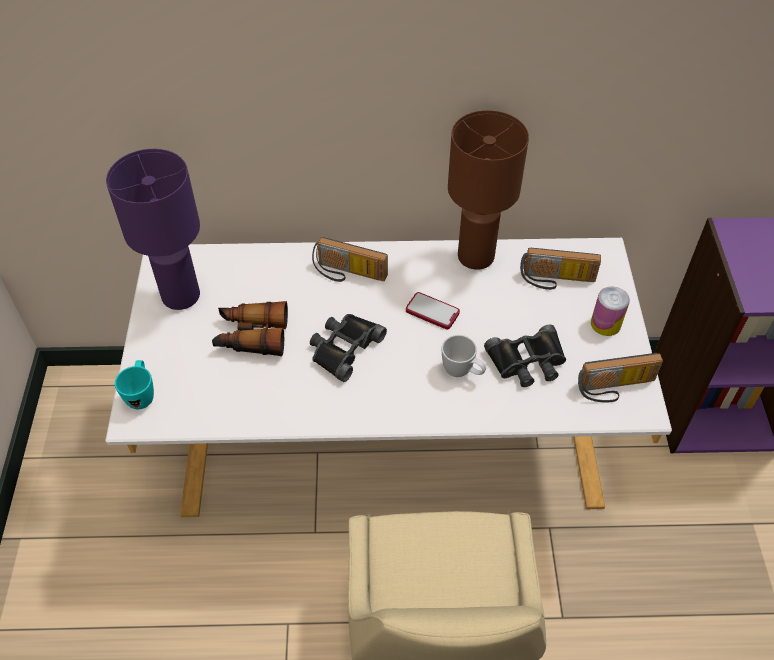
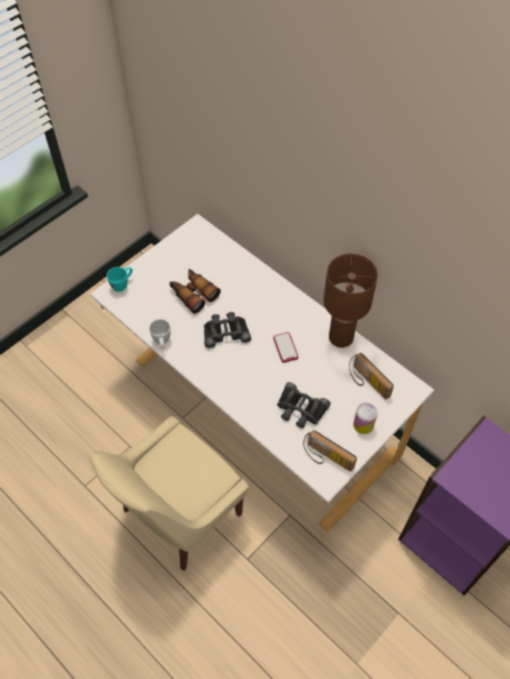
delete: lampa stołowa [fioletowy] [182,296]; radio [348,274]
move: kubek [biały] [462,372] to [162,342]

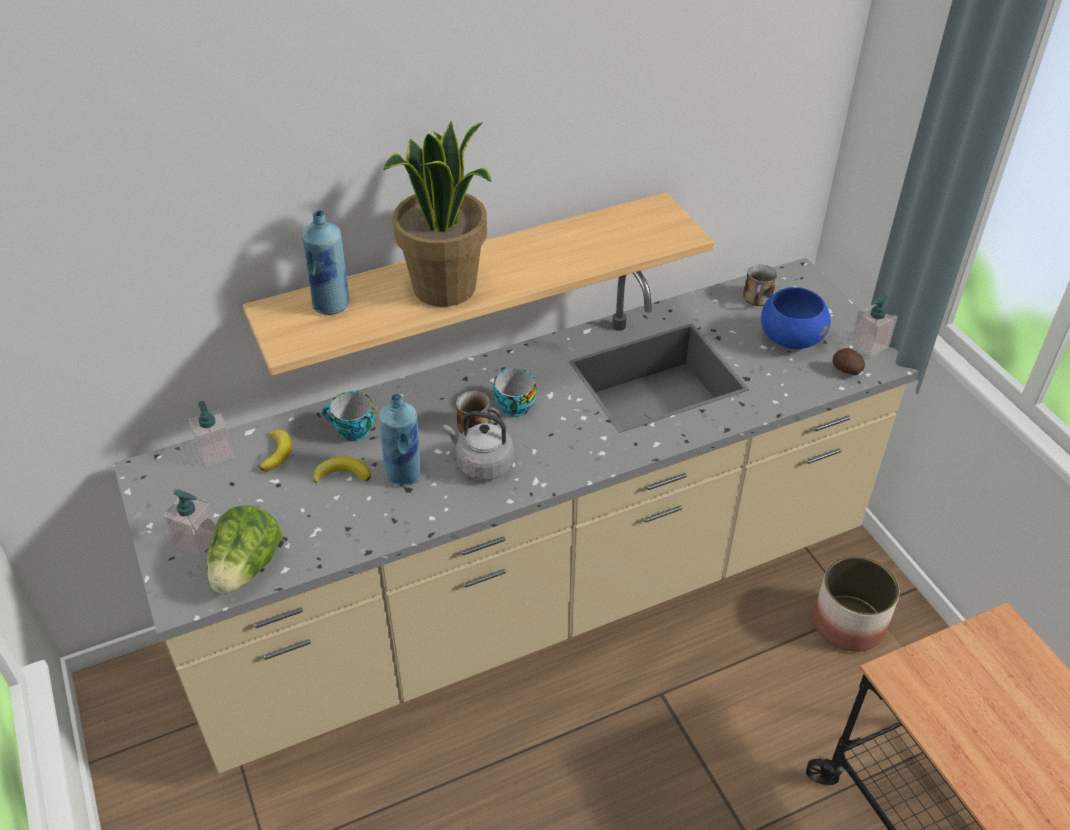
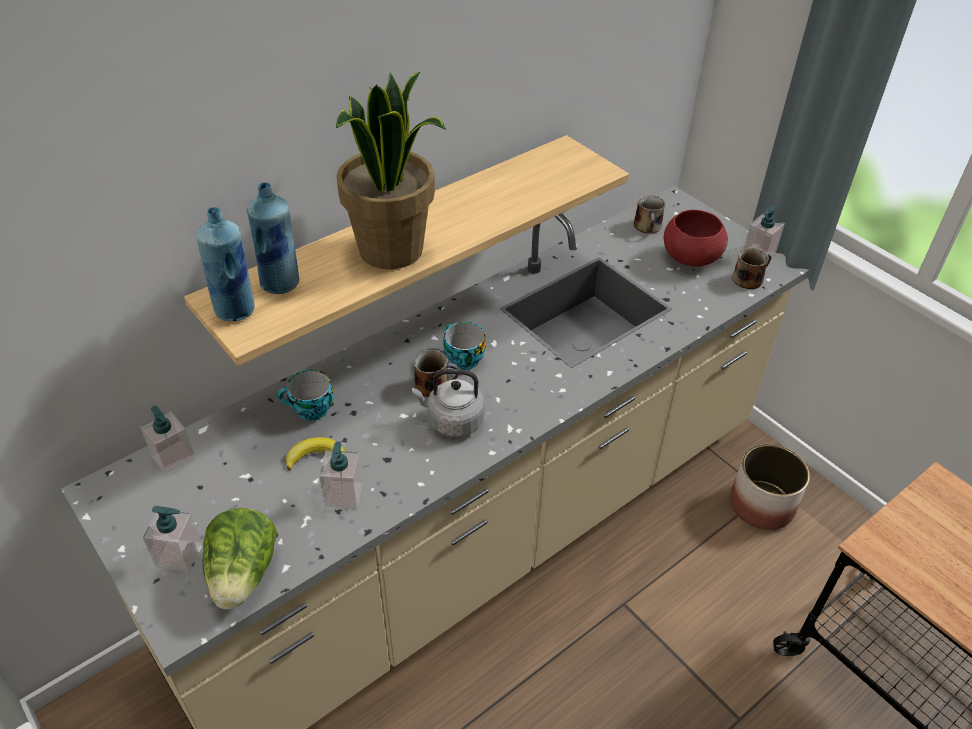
delete: banan [277,452]
insert: dozownik mydła [344,495]
move: butelka [niebieski] [404,474] to [236,310]
replace: ziemniak [846,370] to kubek [748,278]
recolor: miska [niebieski] [790,338] to miska [czerwony] [690,258]

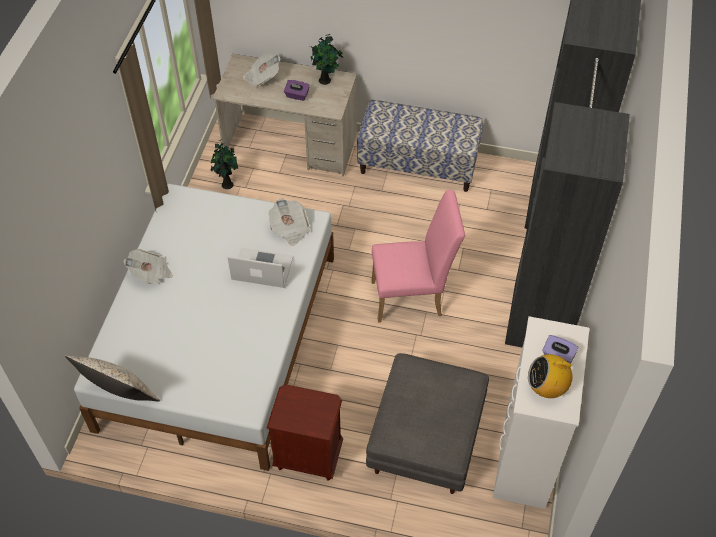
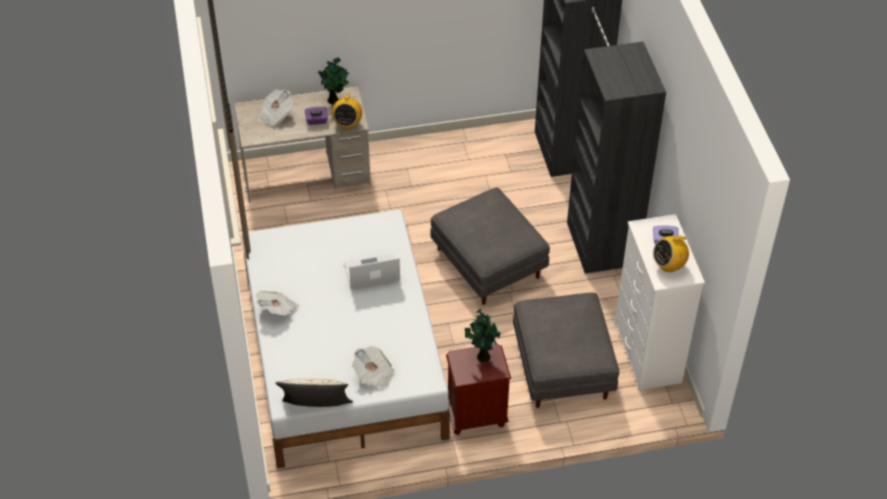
delete: ławka [418,165]
insert: radio [347,124]
move: roślina doniczkowa [226,184] to [482,356]; gazeta [289,229] to [374,375]
replace: krzesło [różowy] [412,298] to pufa [szary] [489,264]

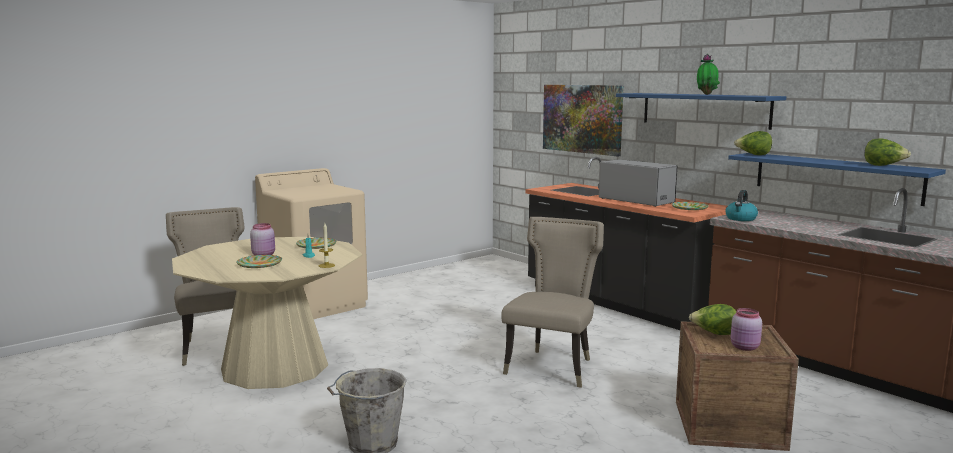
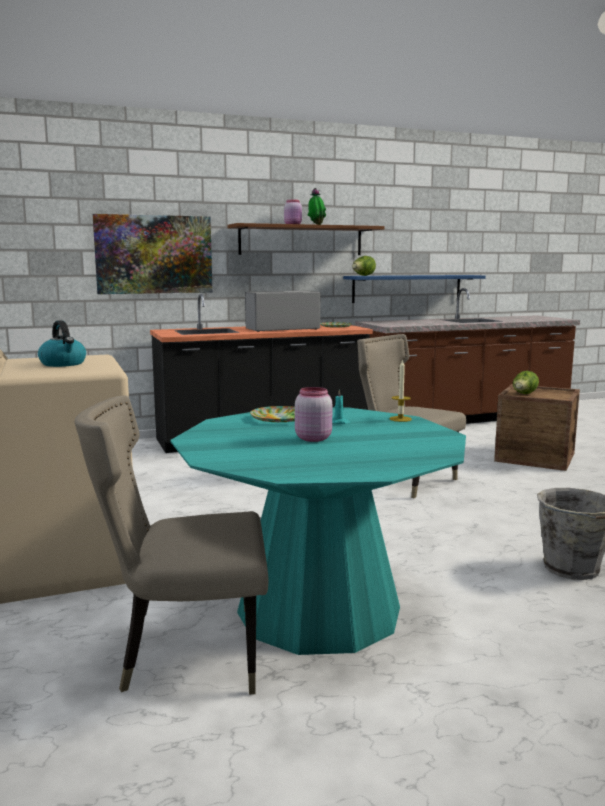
delete: sałata [883,166]; talerz [259,265]
move: czajnik [741,219] to [63,364]; słoik [różowy] [745,347] to [293,225]
recolor: półka [niebieski] [704,110] to półka [brązowy] [301,240]; stół jadalny [beżowy] [275,367] to stół jadalny [turkusowy] [319,609]

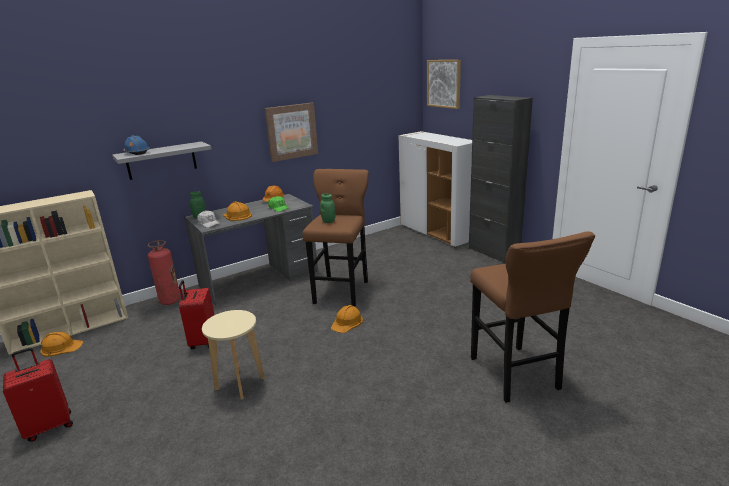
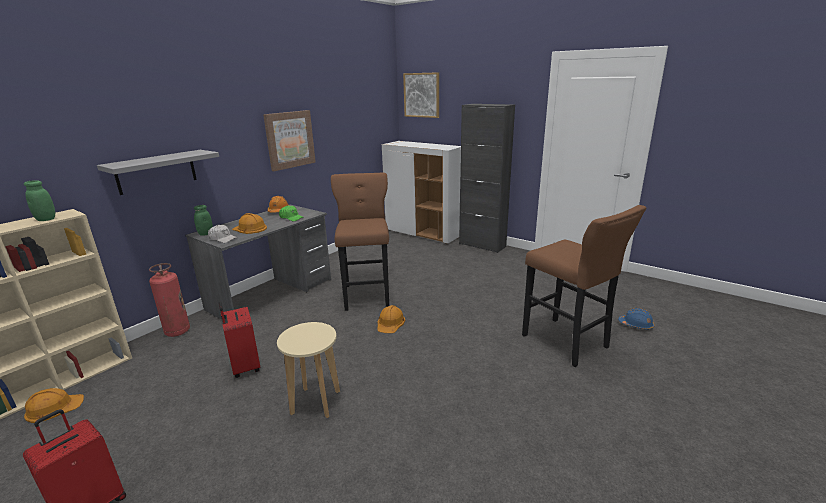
move: kask [niebieski] [137,153] to [636,325]; słoik [zielony] [328,221] to [46,219]

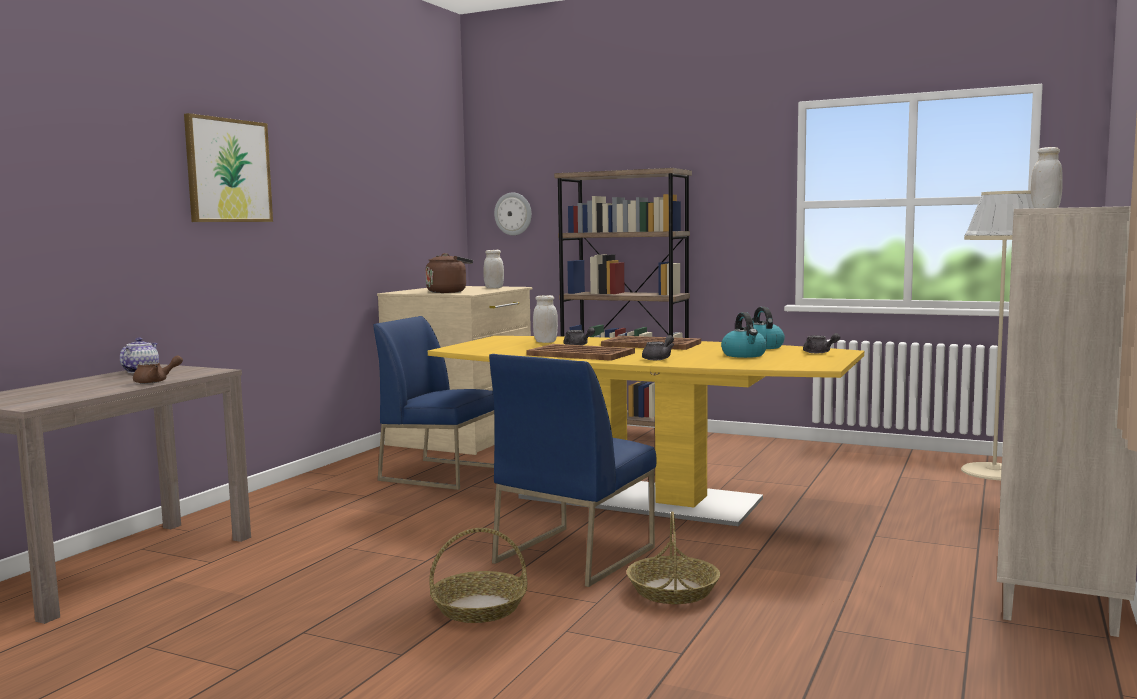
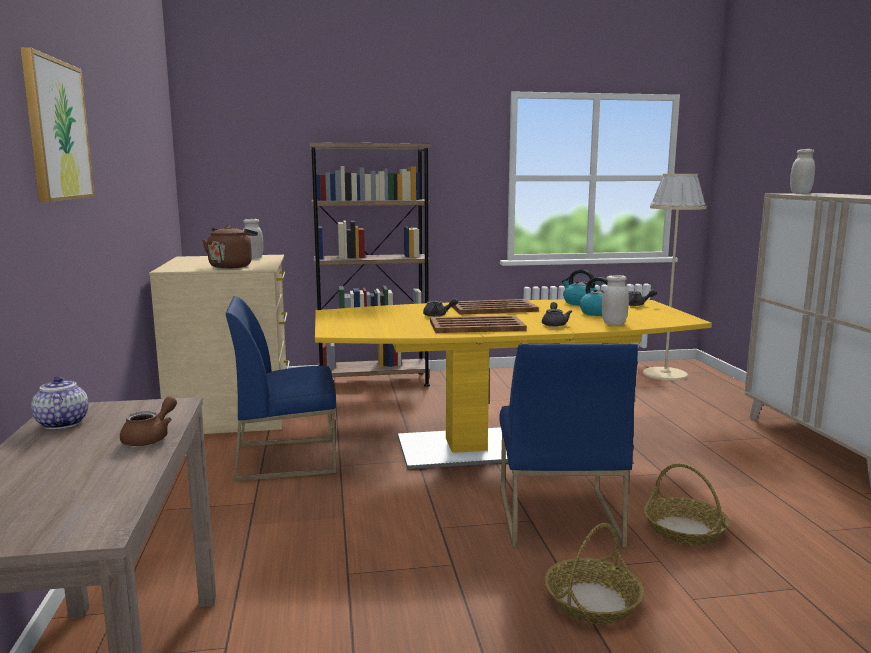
delete: zegar ścienny [513,214]
move: słoik [biały] [545,342] to [614,323]

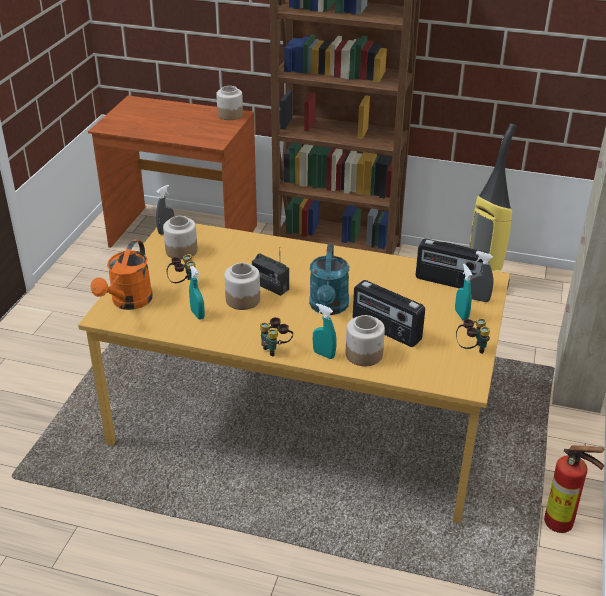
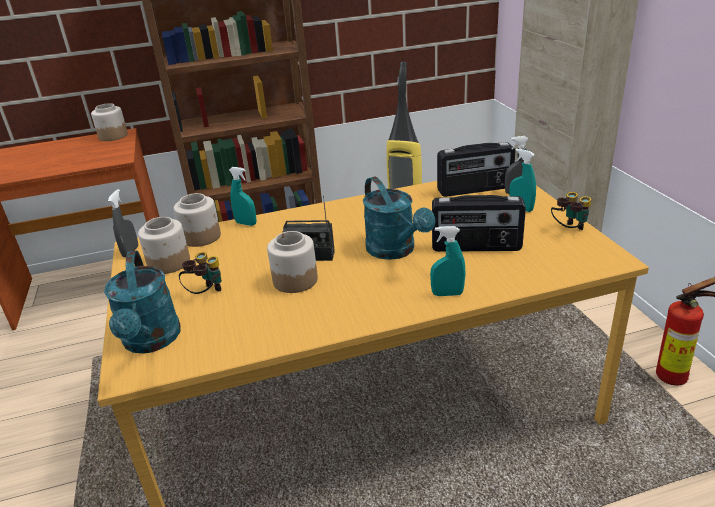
delete: lornetka [276,348]
move: spryskiwacz [turkusowy] [197,314] to [246,223]; słoik [364,354] to [201,237]
recolor: konewka [pomarańczowy] [128,302] to konewka [turkusowy] [151,341]

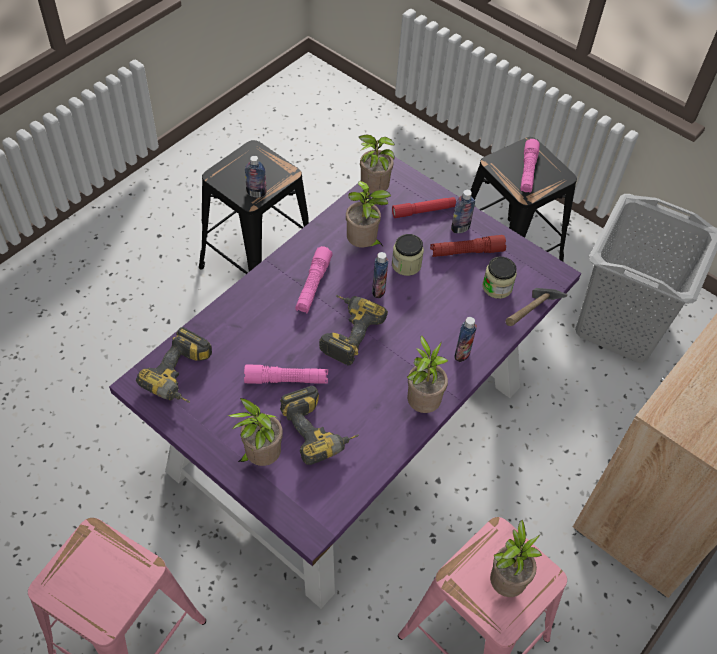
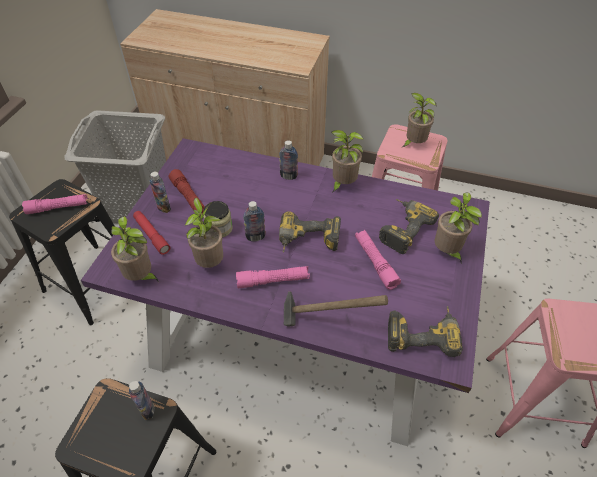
delete: słoik [497,287]
move: młotek [527,325] to [326,322]

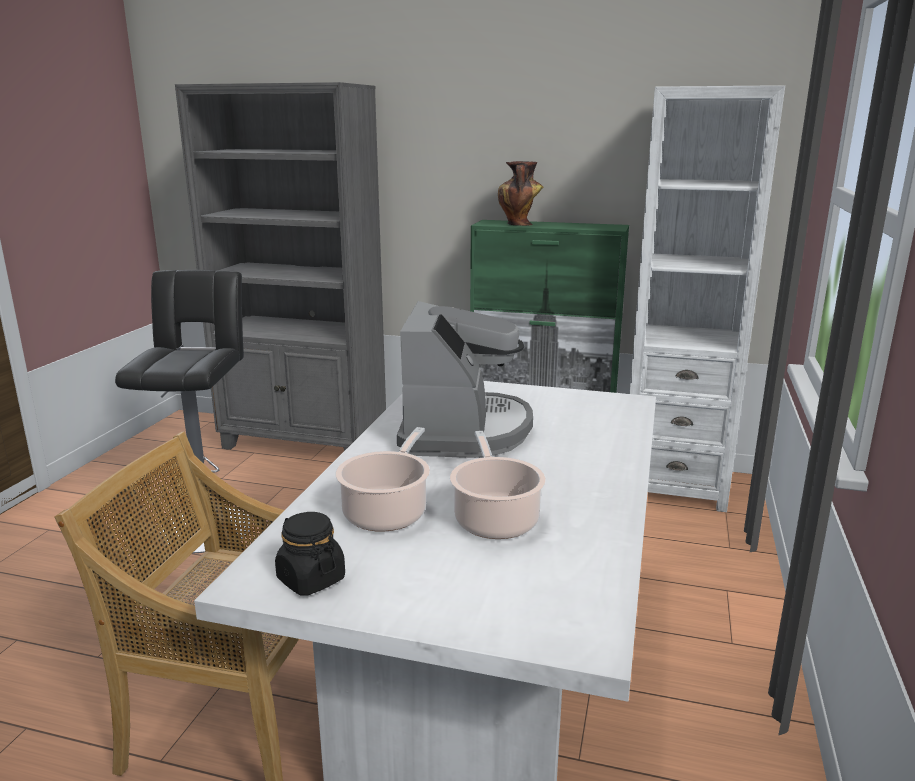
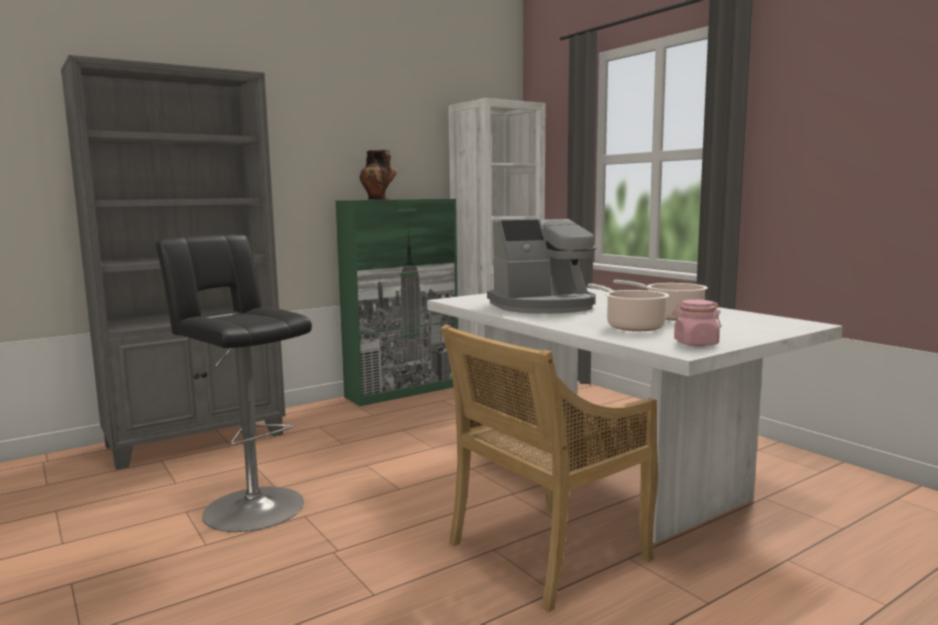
recolor: słoik [czarny] [311,579] to słoik [różowy] [695,343]
rotate: ekspres do kawy [464,430] = [544,306] 120 degrees clockwise

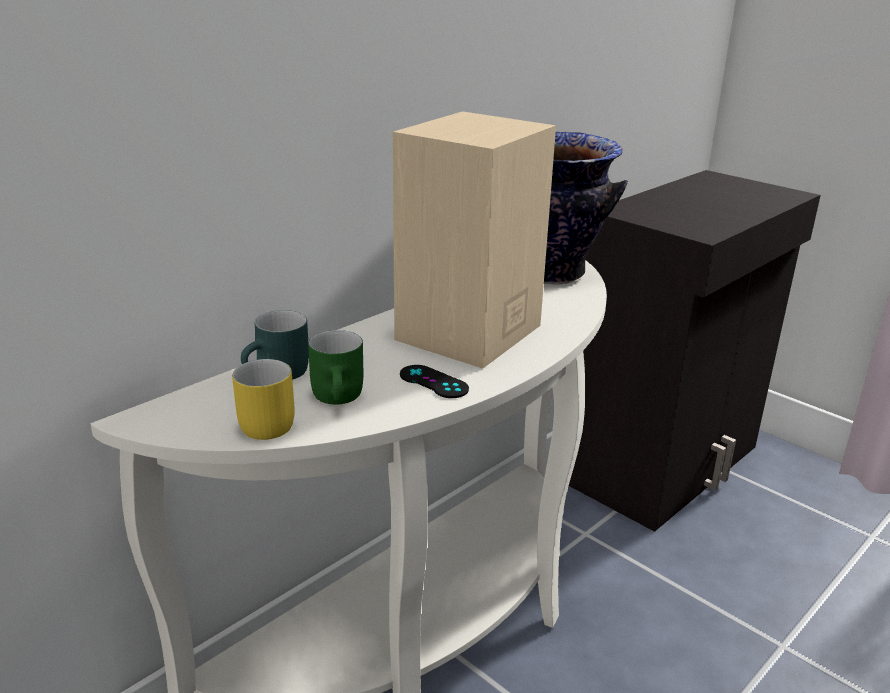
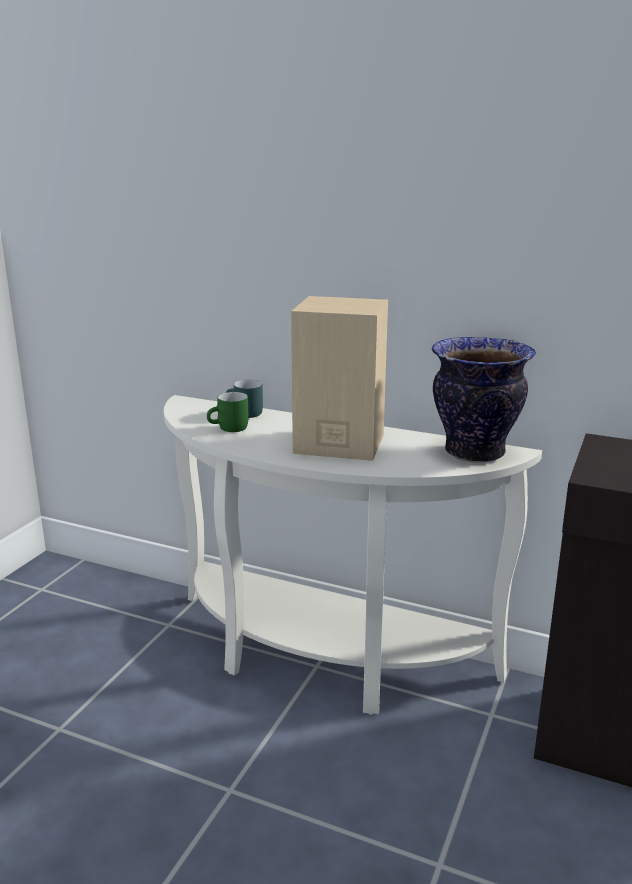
delete: kubek [żółty] [265,422]; pad do gier [czarny] [433,382]

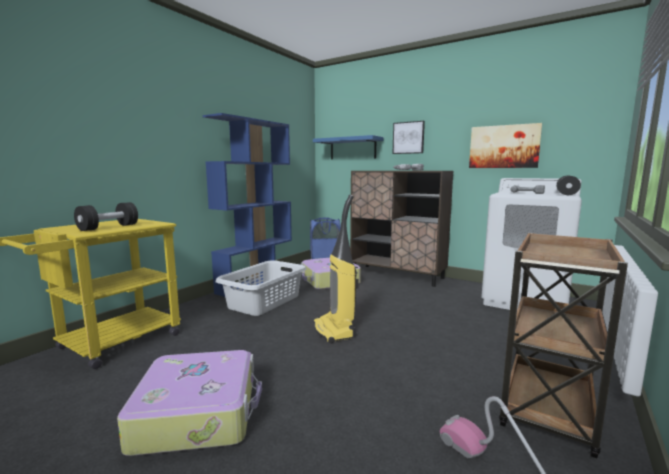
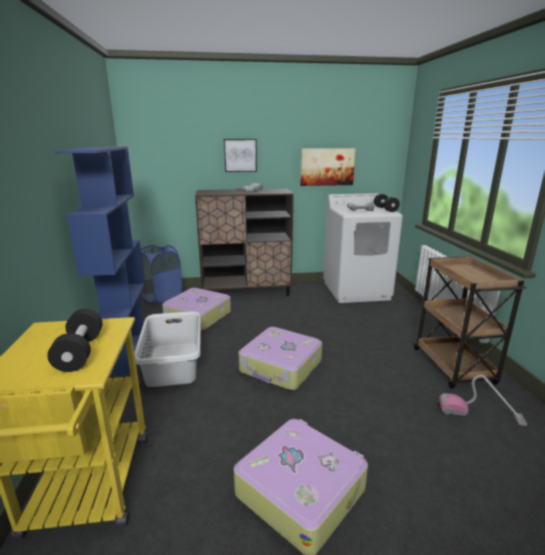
delete: półka [niebieski] [353,148]
replace: odkurzacz [334,330] to walizka [281,367]

